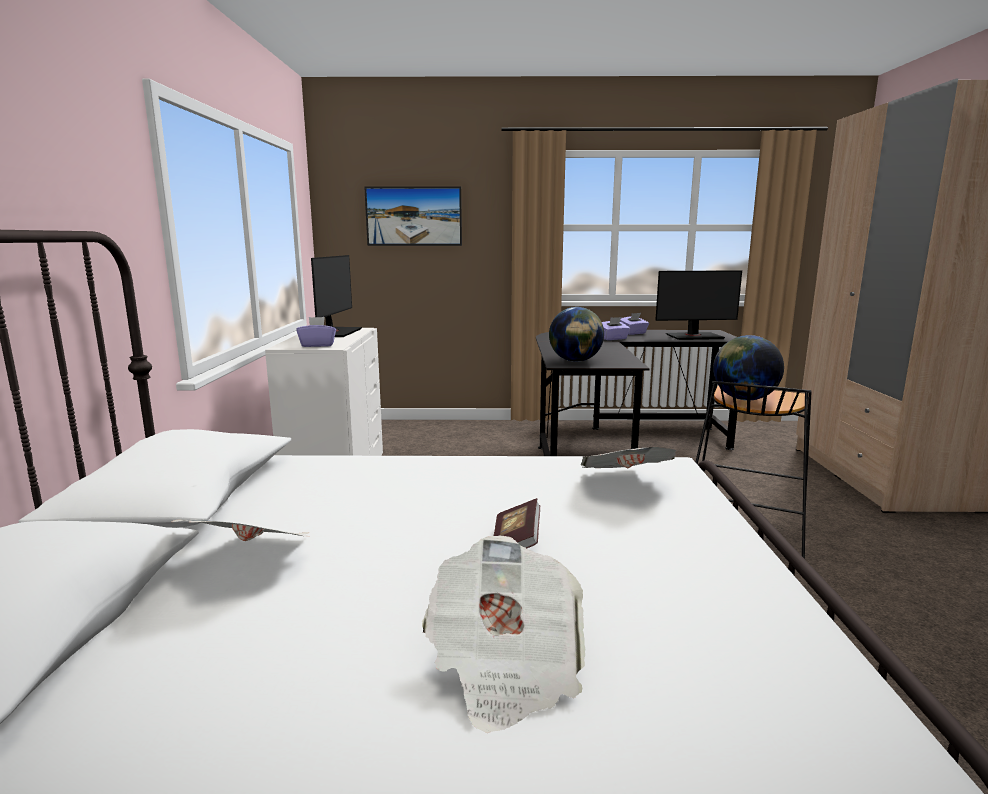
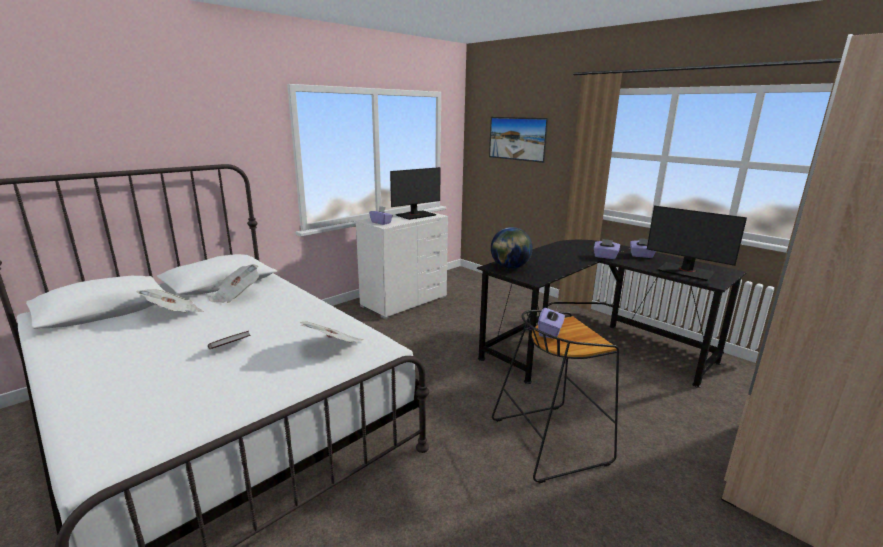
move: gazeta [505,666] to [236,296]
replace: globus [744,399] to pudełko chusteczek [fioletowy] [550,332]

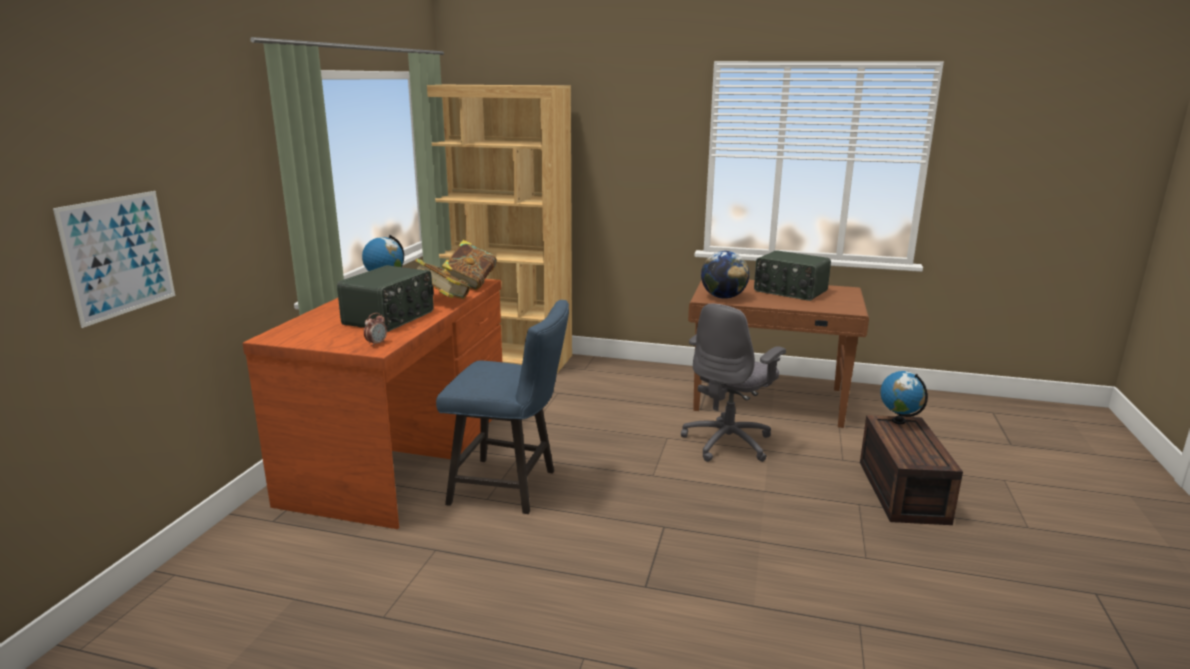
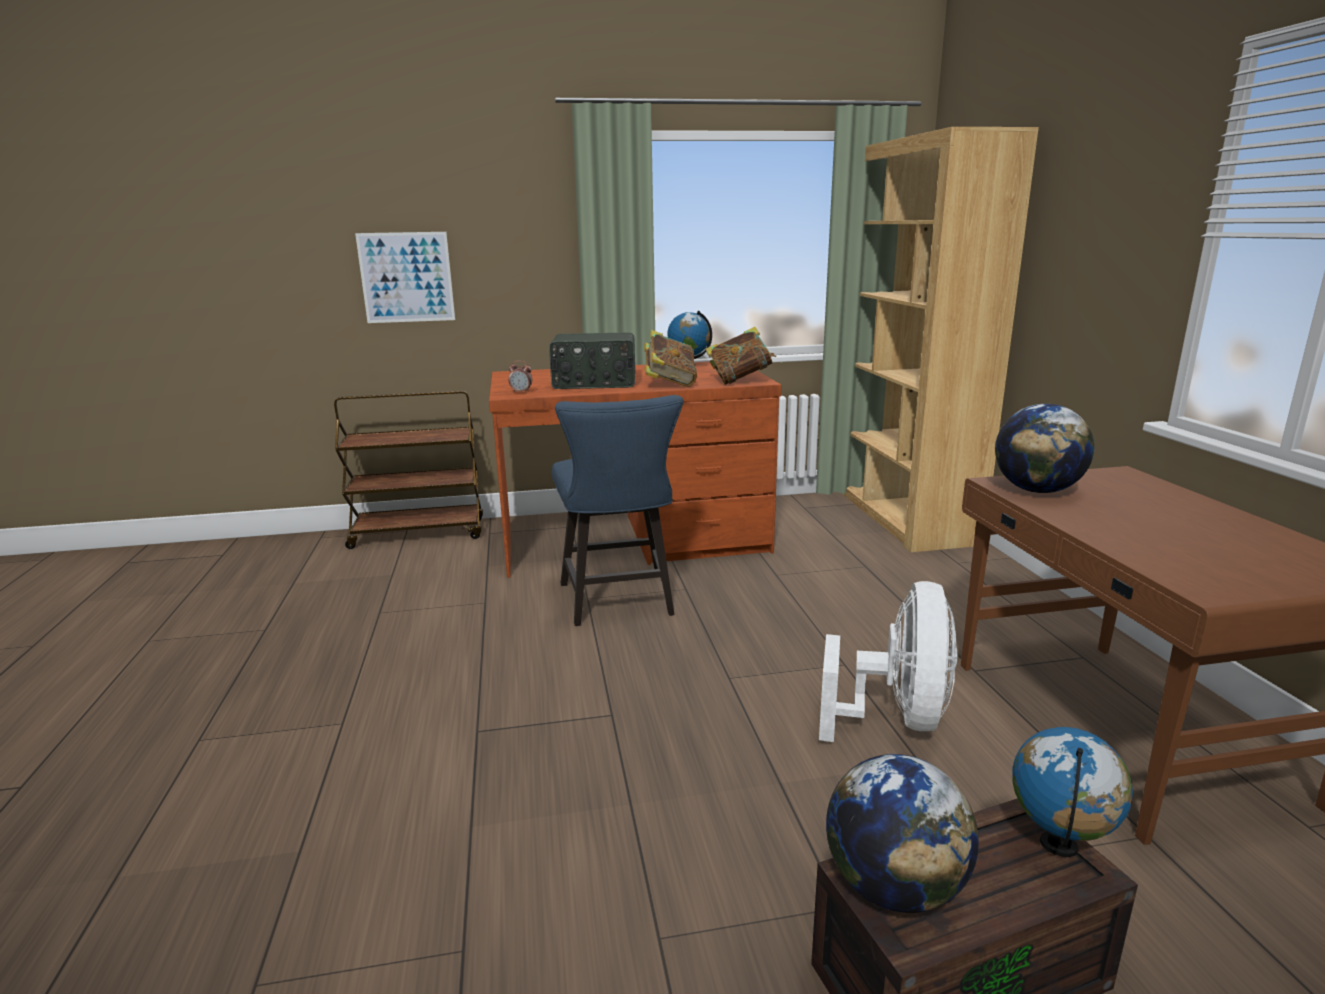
delete: radio [790,291]
insert: wózek [brązowy] [419,533]; globus [894,887]
replace: krzesło biurowe [szary] [728,442] to wentylator [biały] [896,718]

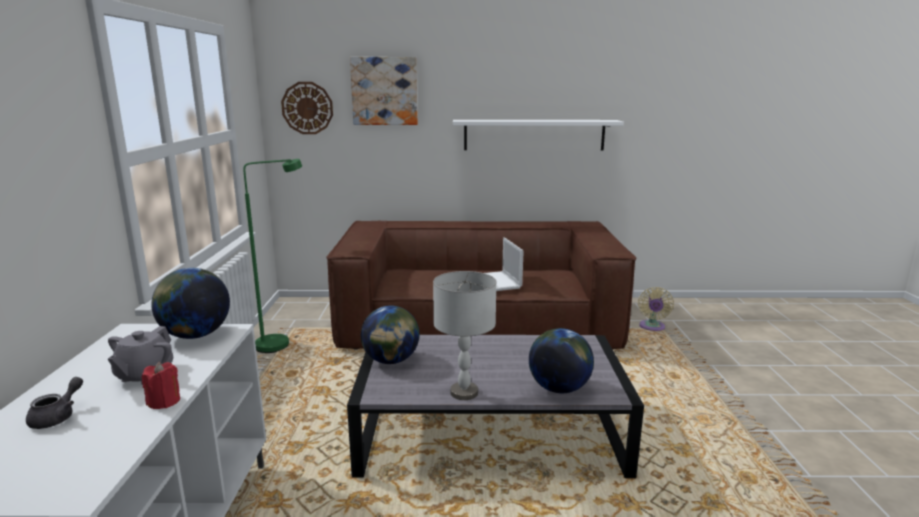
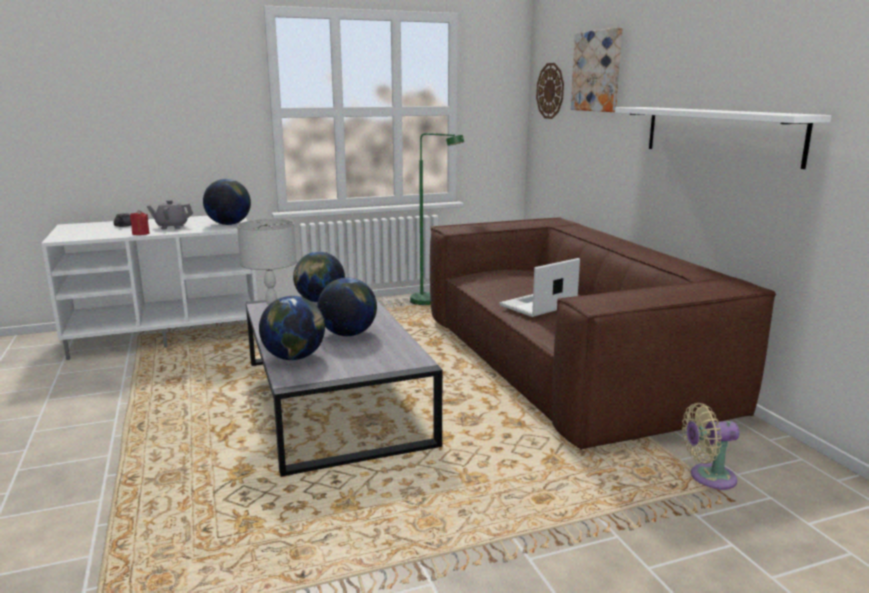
insert: globus [348,334]

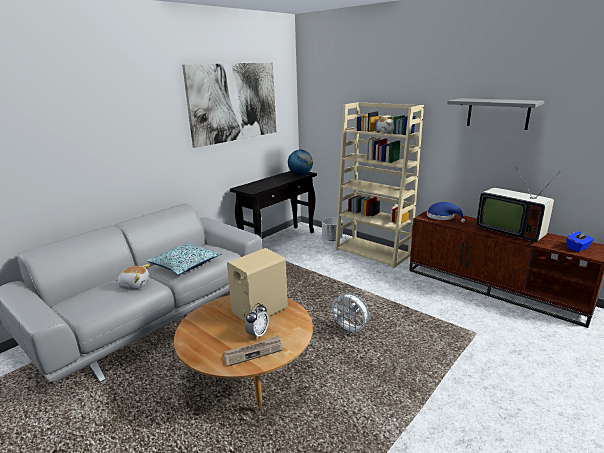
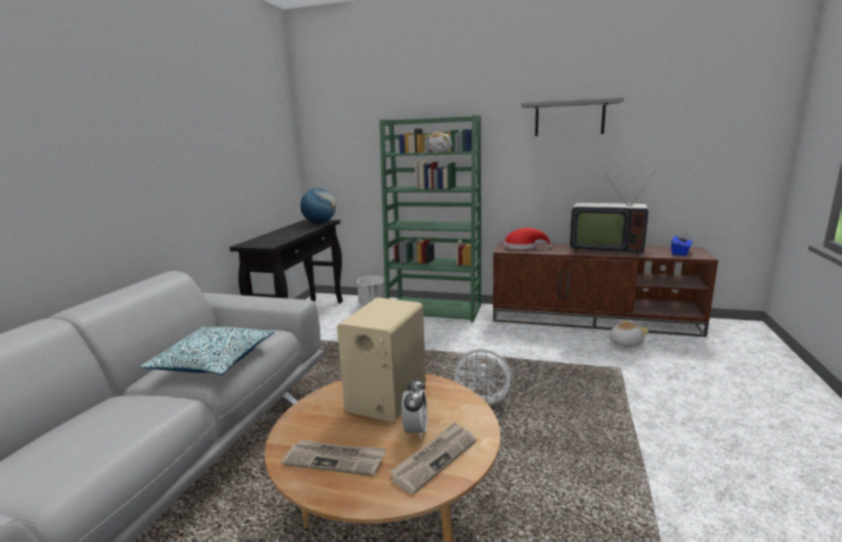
delete: obraz [234,102]
insert: gazeta [335,459]
move: pluszak [134,285] to [624,343]
recolor: regał [beżowy] [373,252] to regał [zielony] [435,309]; kapelusz [niebieski] [442,217] to kapelusz [czerwony] [523,247]

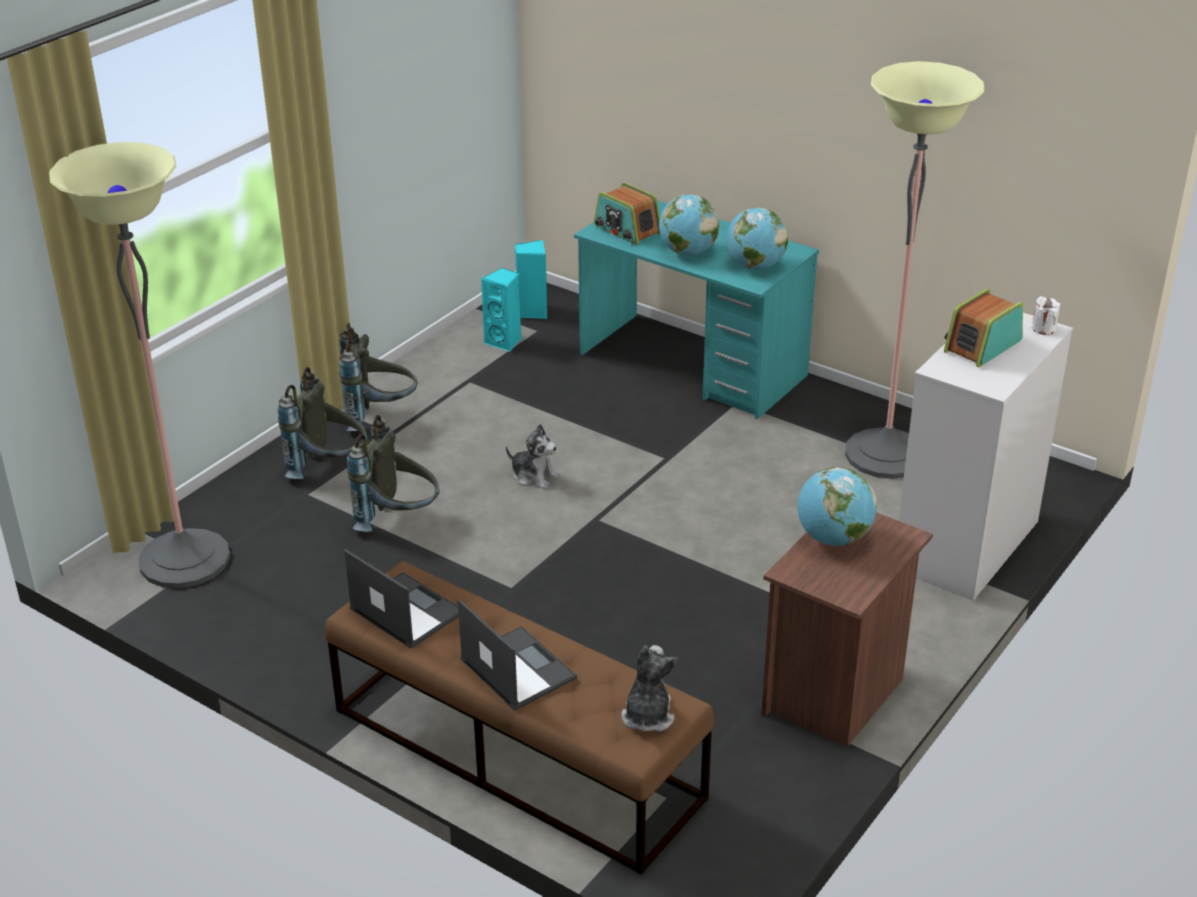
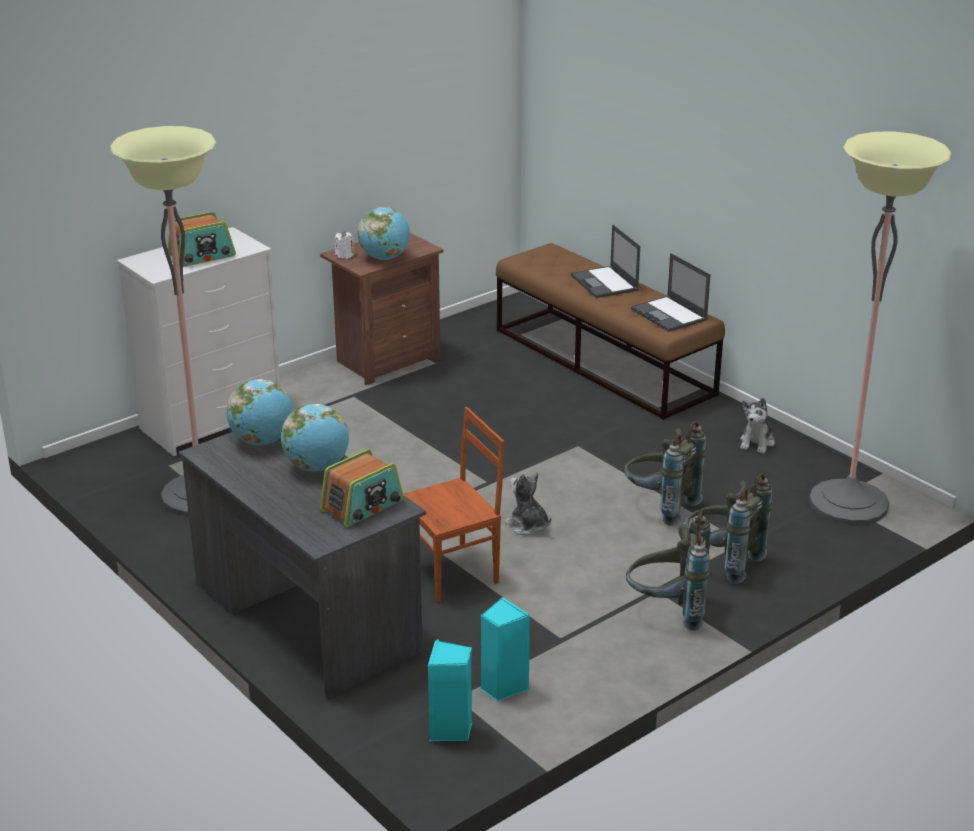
insert: krzesło [brązowy] [453,573]
move: świeca [biały] [1043,328] to [344,255]; pluszak [647,716] to [757,442]
recolor: biurko [turkusowy] [692,366] to biurko [szary] [306,616]
rotate: radio [626,230] = [362,506] 75 degrees clockwise

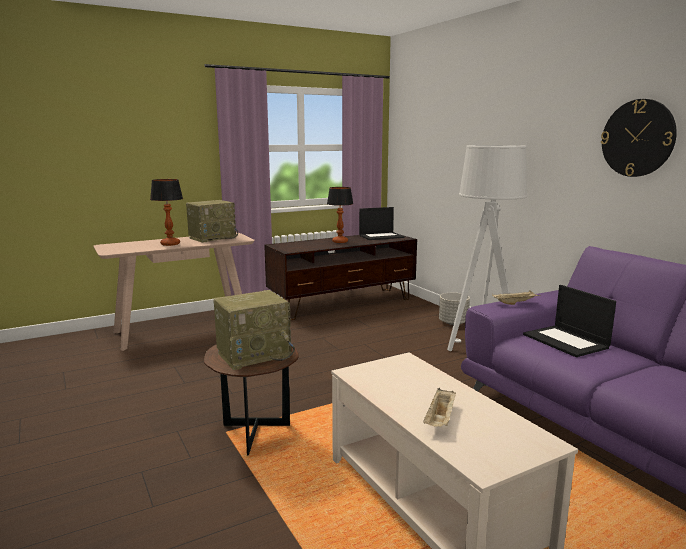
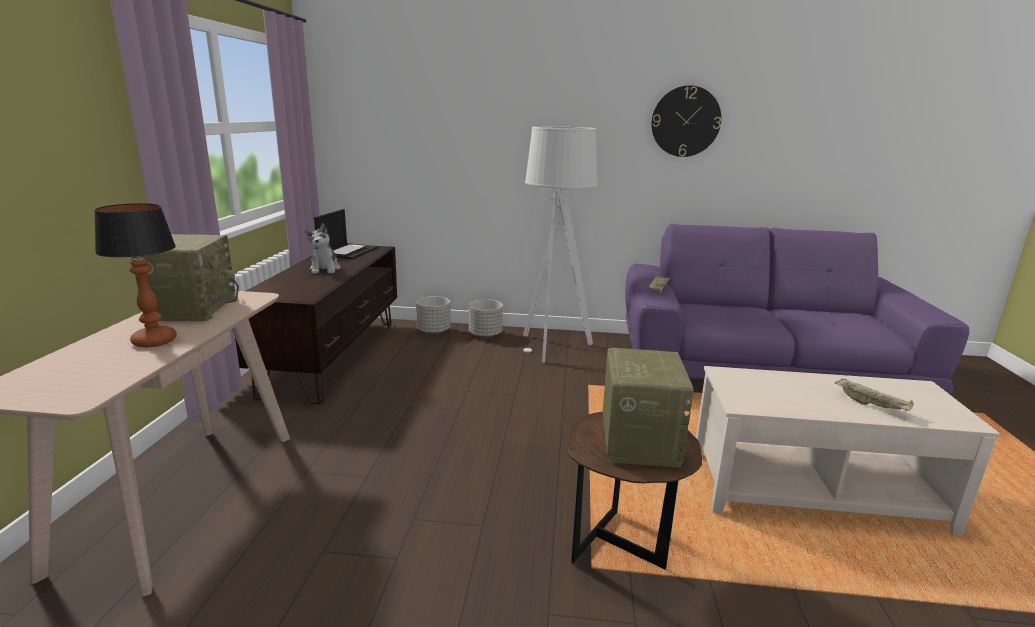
delete: laptop [566,341]
insert: donica [szary] [433,331]
replace: lampa stołowa [340,241] to pluszak [325,269]

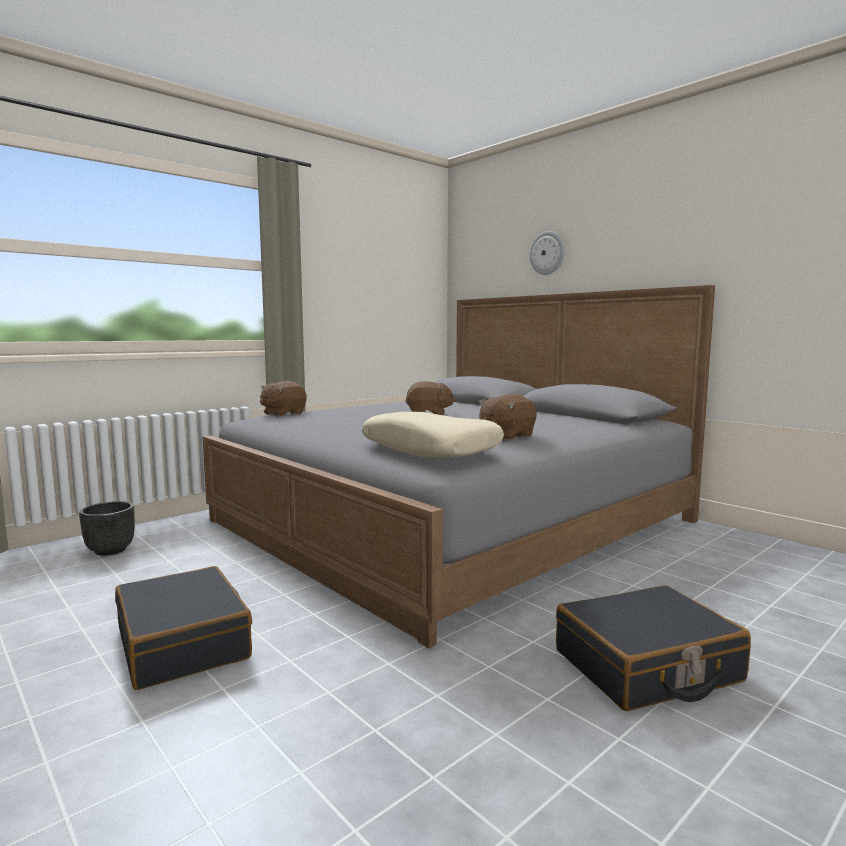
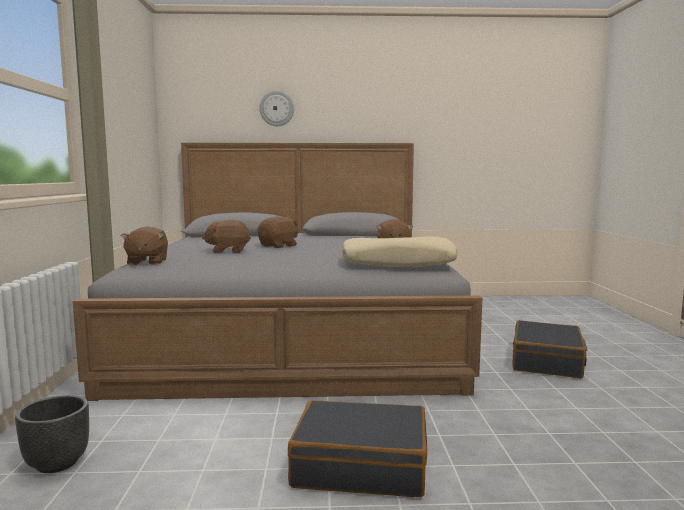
insert: pluszak [brązowy] [228,251]

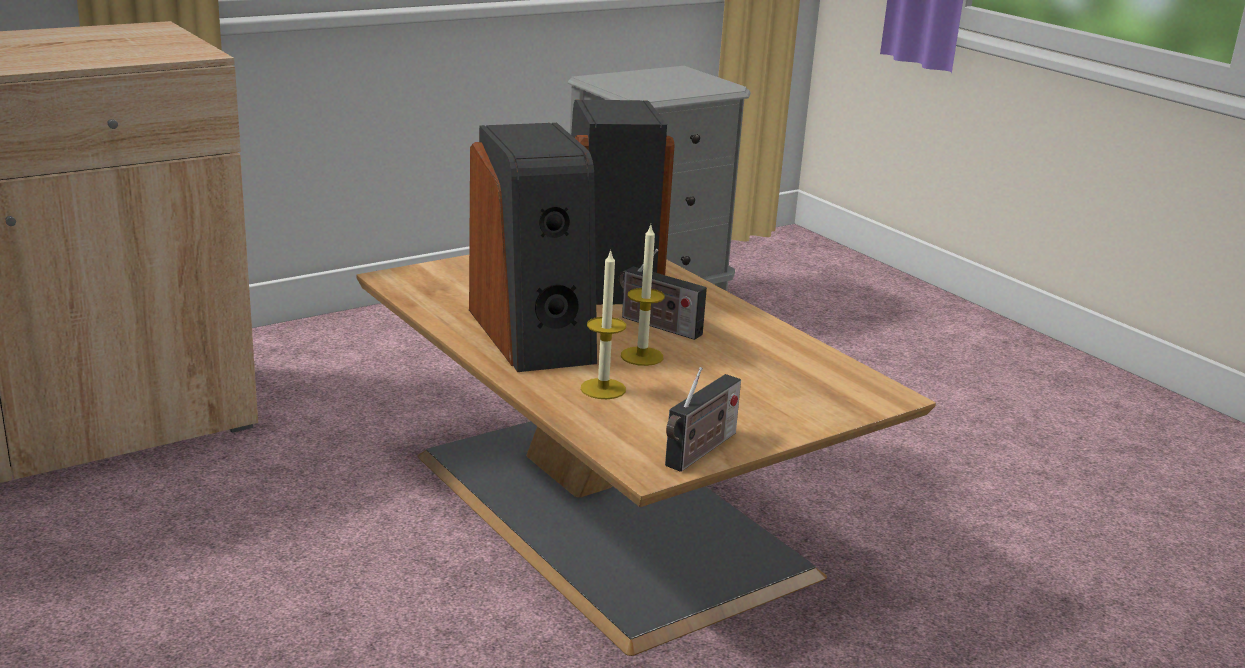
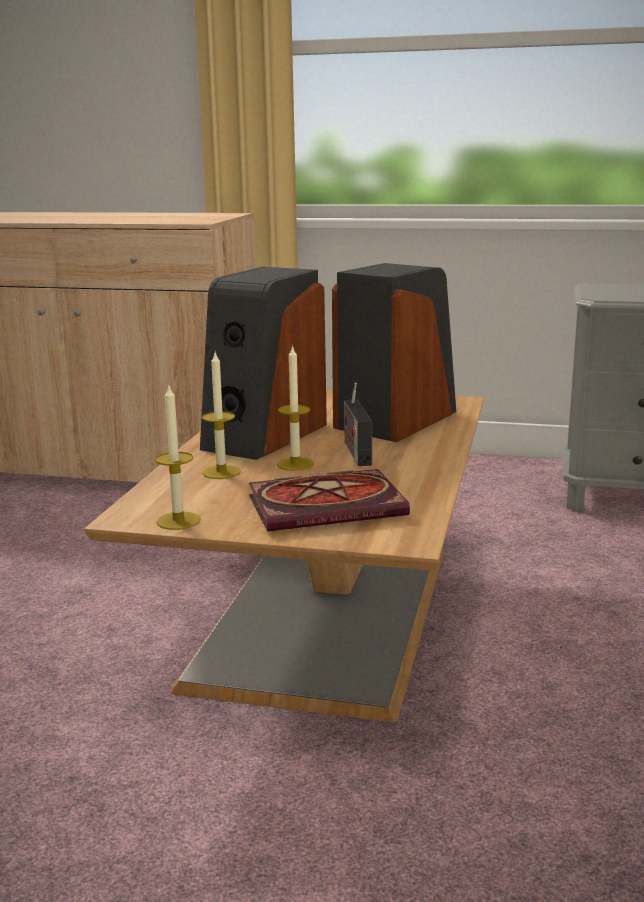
insert: książka [329,505]
replace: radio [699,452] to świeca [178,521]

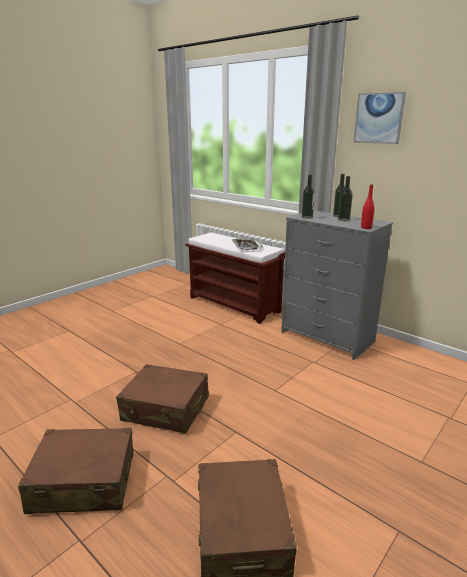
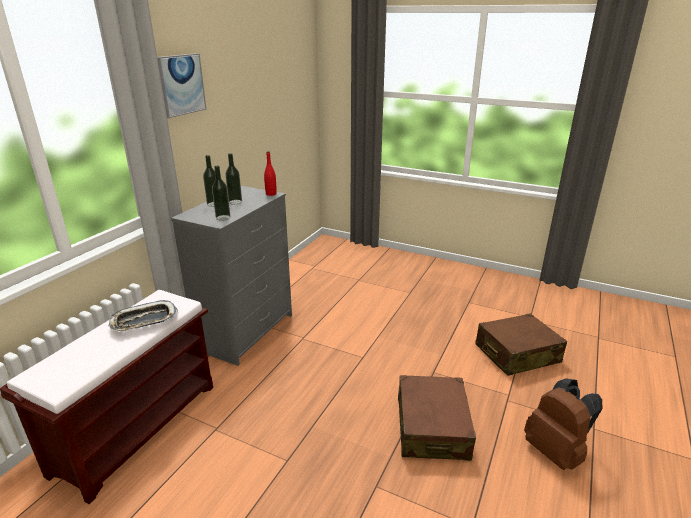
replace: walizka [brązowy] [83,482] to plecak [brązowy] [556,451]

